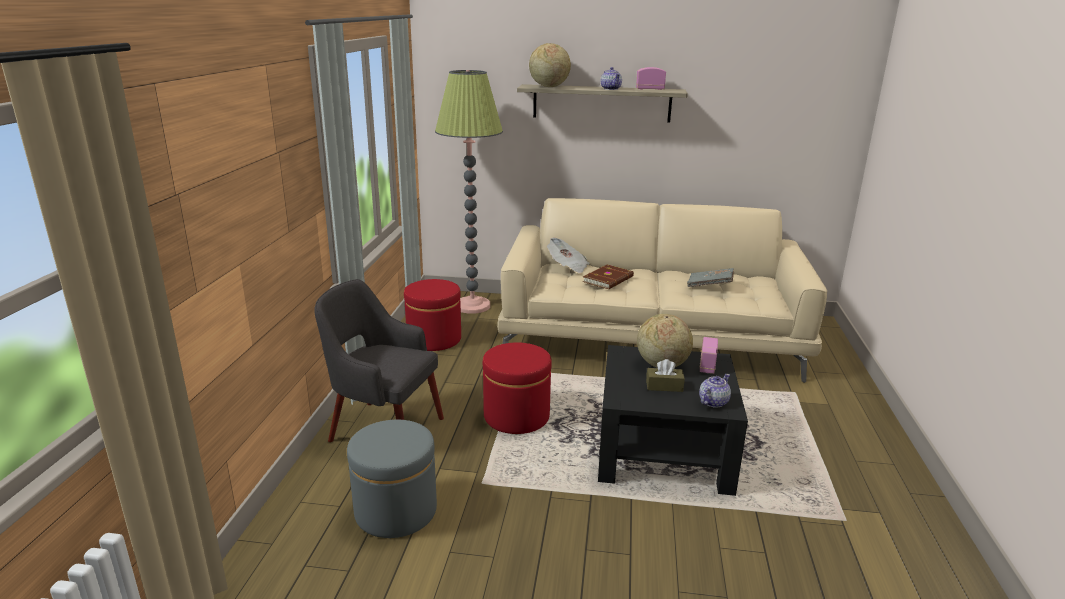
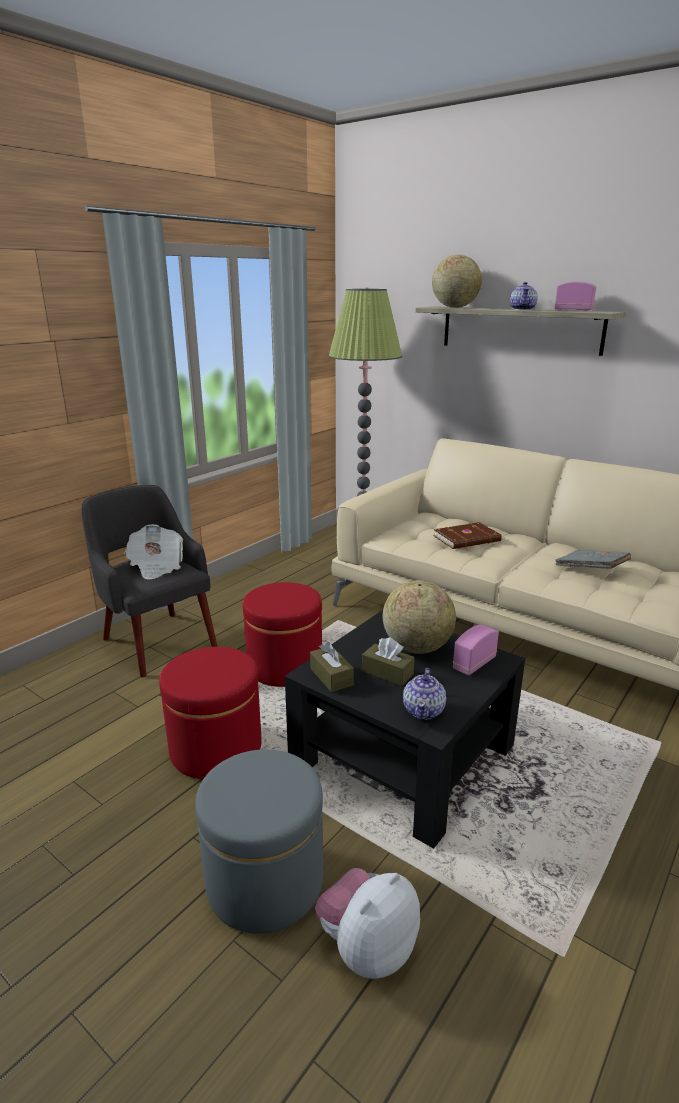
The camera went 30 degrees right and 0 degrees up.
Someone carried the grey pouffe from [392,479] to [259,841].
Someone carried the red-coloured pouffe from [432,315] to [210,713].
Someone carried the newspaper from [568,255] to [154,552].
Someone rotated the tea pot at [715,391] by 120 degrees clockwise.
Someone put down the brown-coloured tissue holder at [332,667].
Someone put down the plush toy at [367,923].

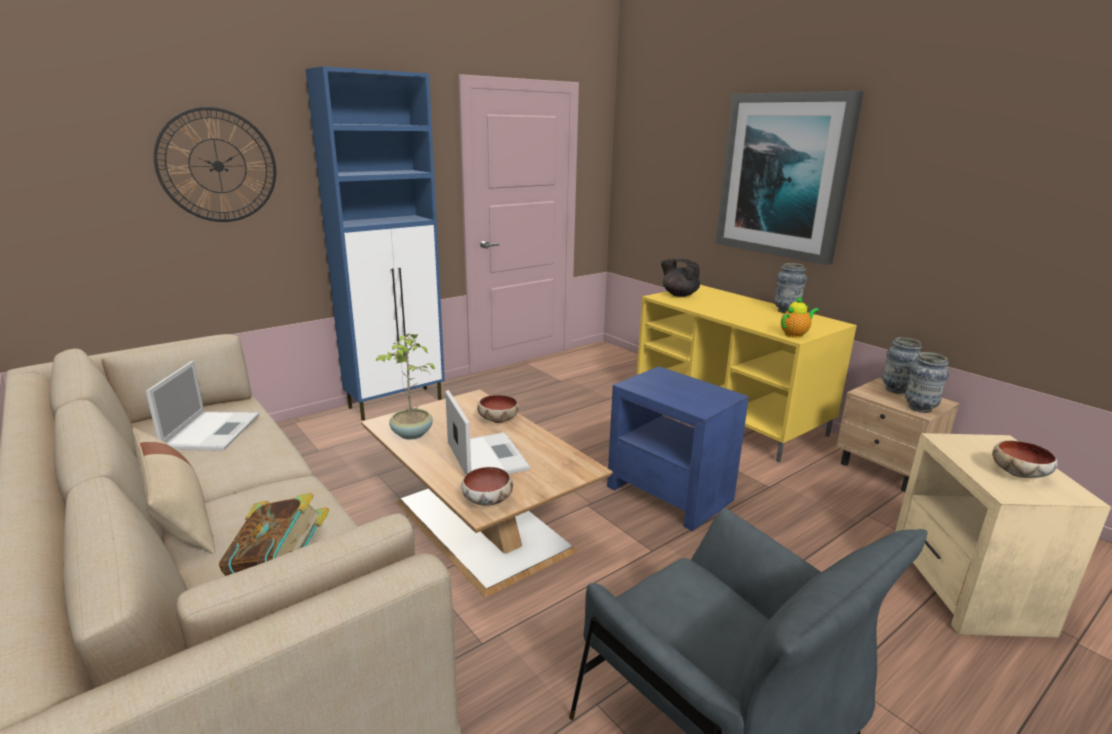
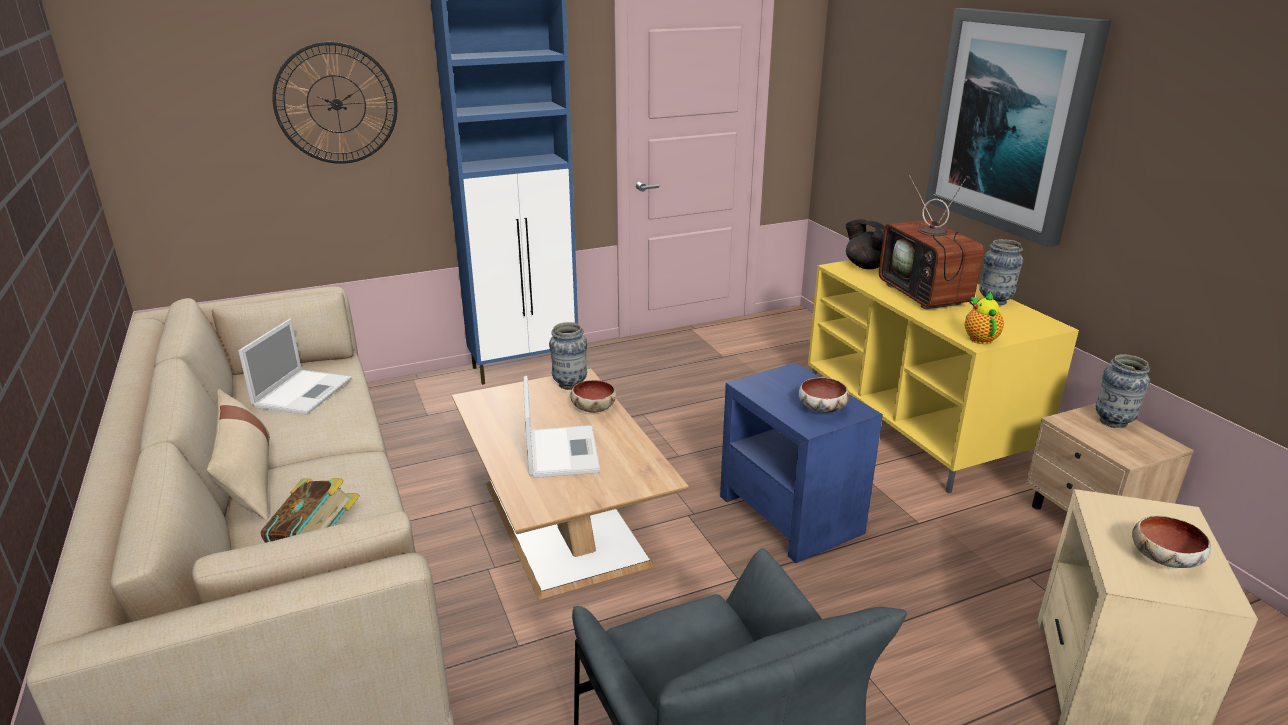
The camera went 15 degrees right and 5 degrees up.
Someone took away the houseplant at [405,386].
Someone carried the deep dish from [487,486] to [824,395].
Someone rotated the tea pot at [800,317] by 75 degrees counterclockwise.
Someone carried the decorative vase from [927,382] to [568,356].
Someone put down the TV at [931,246].

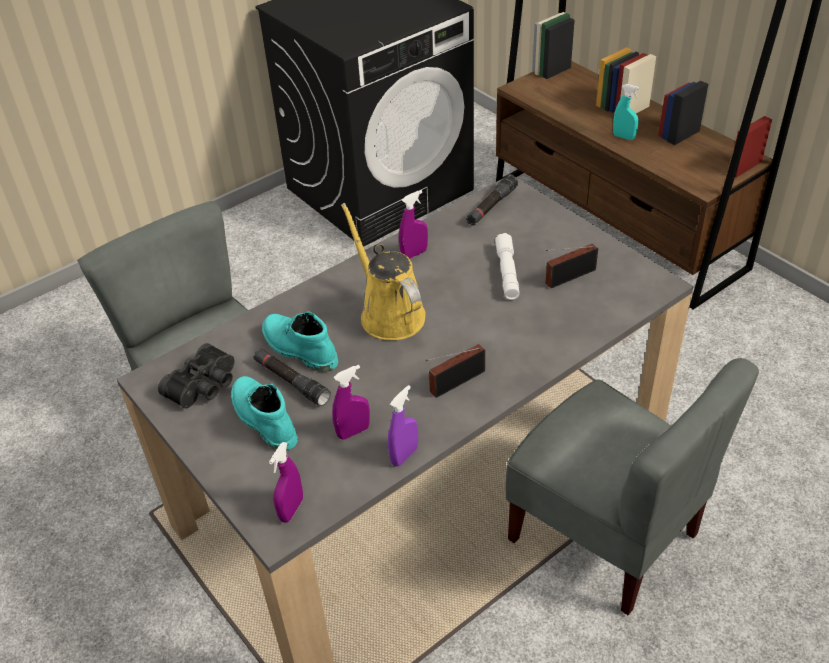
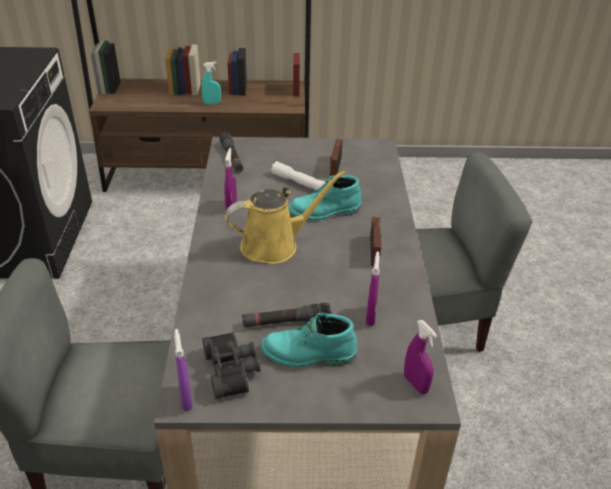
The camera went 55 degrees left and 5 degrees down.
Someone carried the blue-green high-top boot from [300,341] to [325,198].
Someone rotated the yellow sprinkling can at [383,271] by 150 degrees clockwise.
Someone carried the purple-coloured sprayer from [403,425] to [183,370].

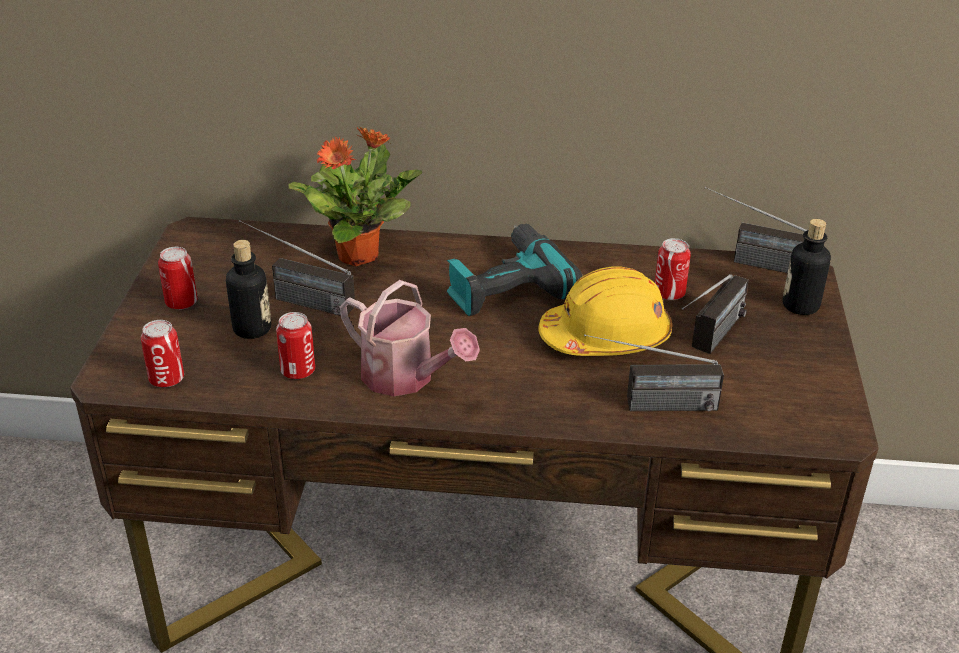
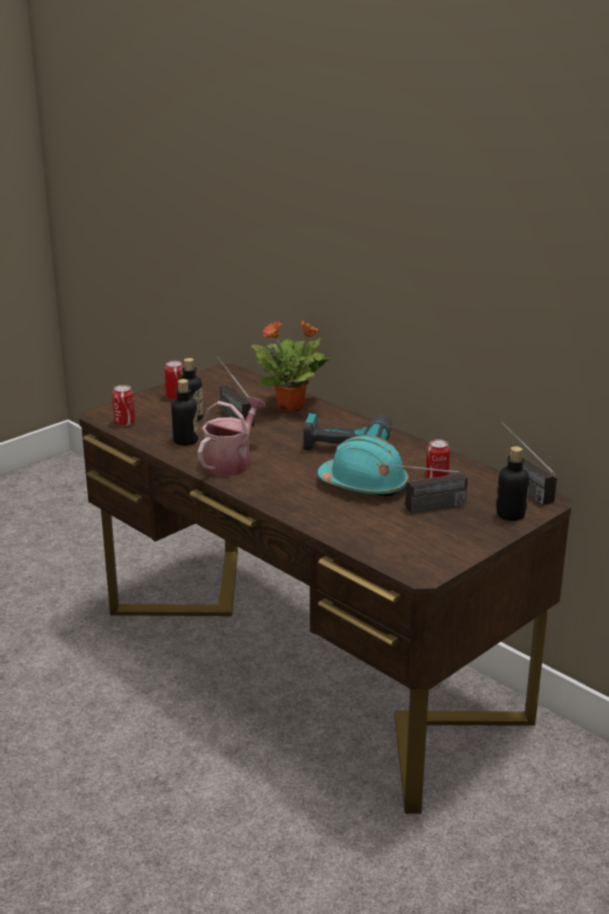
The camera went 40 degrees right and 10 degrees down.
Someone swapped the metal can at [295,345] for the bottle at [184,412].
Someone rotated the sprinkling can at [410,338] by 135 degrees counterclockwise.
Someone repainted the yellow work helmet at [605,311], which became the blue-green work helmet at [363,466].
Someone took away the radio receiver at [654,372].

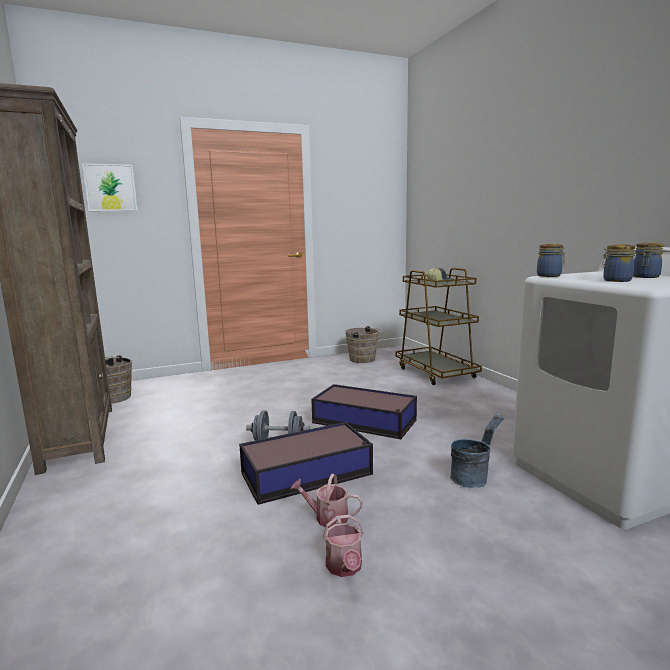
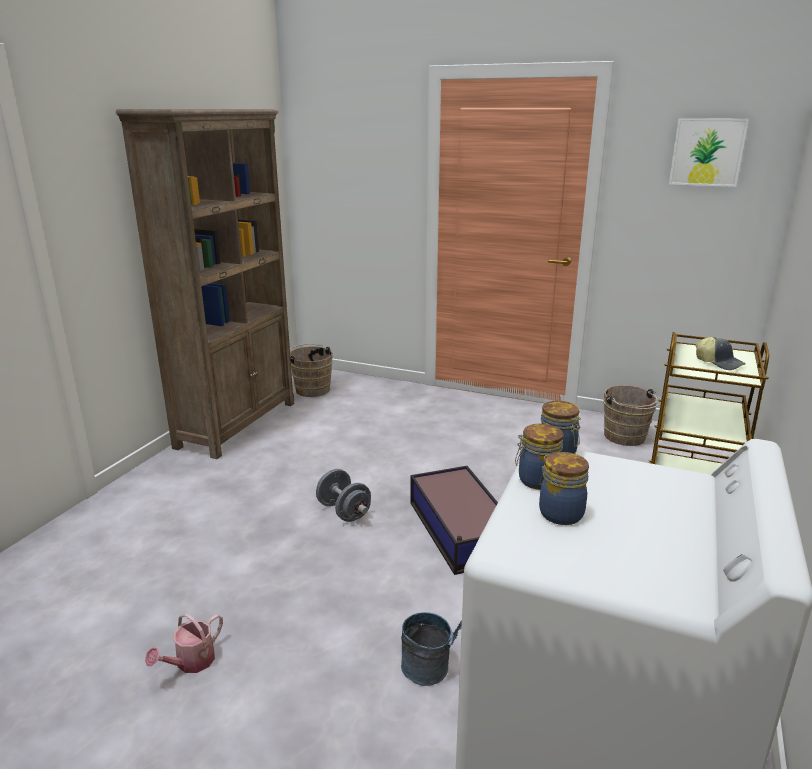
The camera went 45 degrees right and 10 degrees up.
Someone carried the wall art from [110,187] to [709,152].
Someone took away the storage container at [306,463].
Someone took away the sprinkling can at [326,501].
Someone carried the jar from [648,260] to [539,457].

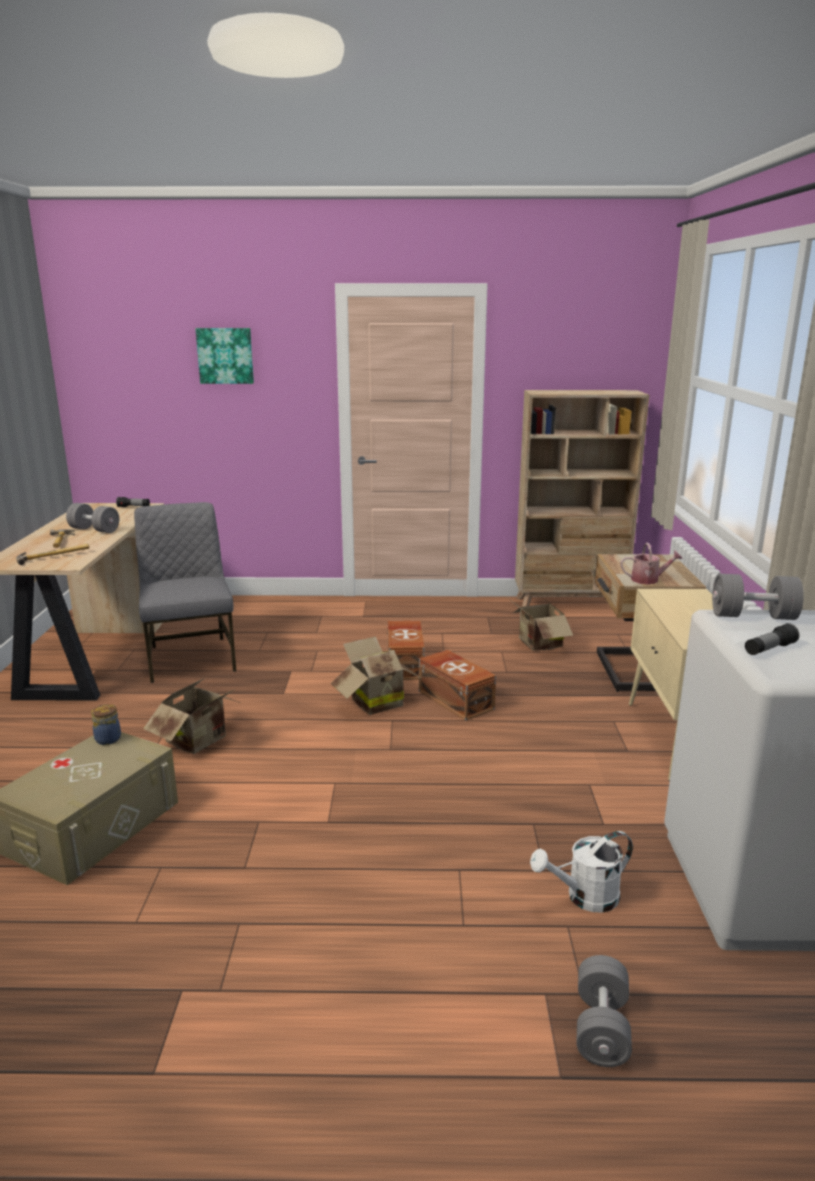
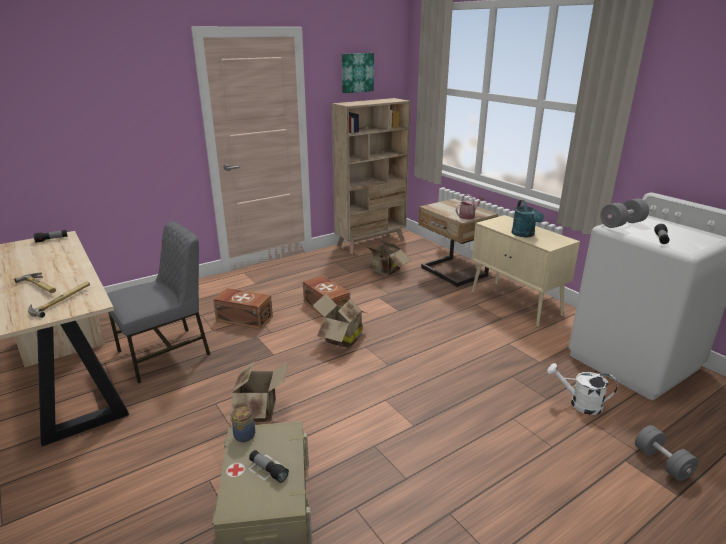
The camera went 35 degrees left and 5 degrees up.
Someone took away the grey dumbbell at [92,518].
Someone rotated the grey upright chair at [185,592] by 105 degrees clockwise.
Someone carried the wall art from [225,356] to [358,73].
Someone carried the brown-coloured storage container from [457,685] to [243,309].
Someone rotated the whitish sprinkling can at [581,871] by 75 degrees clockwise.
Someone put down the torch at [269,466].
Someone put down the blue-green sprinkling can at [528,218].

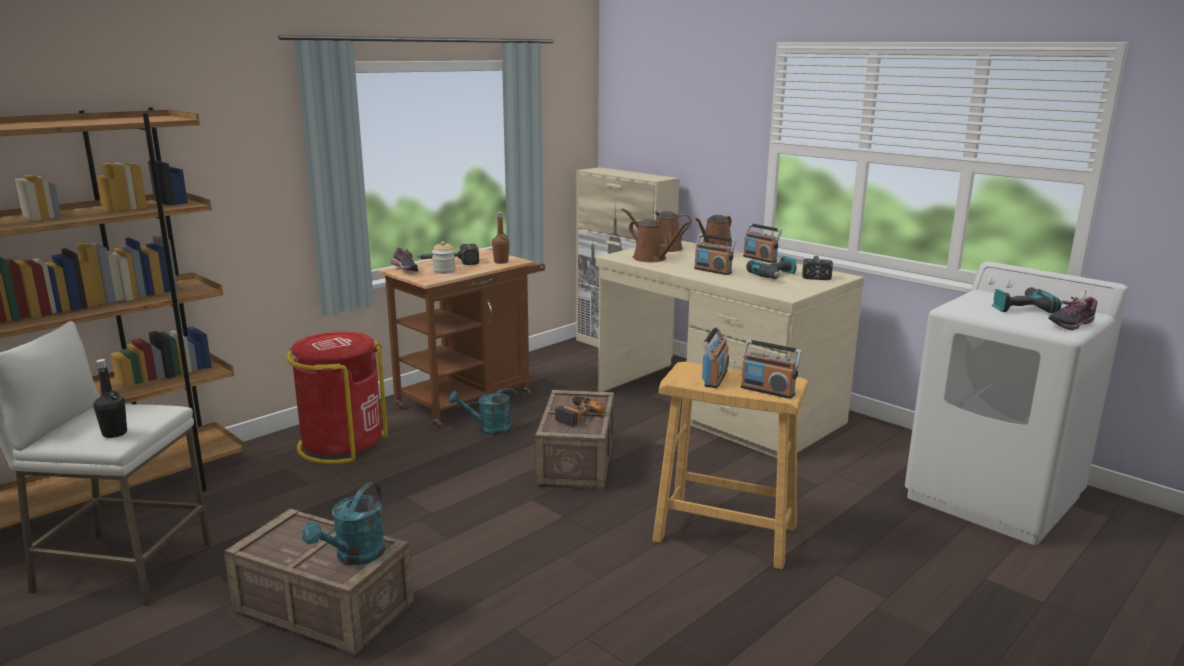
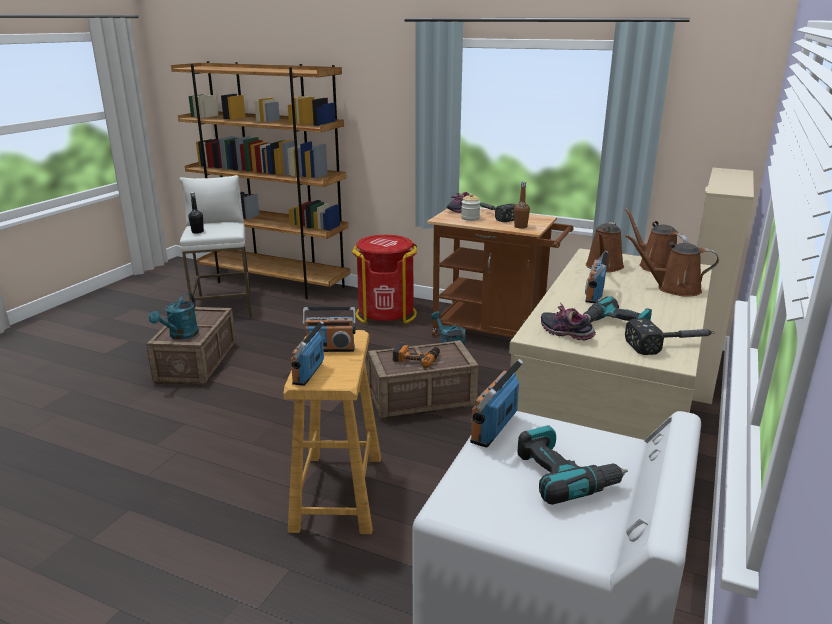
The camera went 70 degrees right and 5 degrees up.
Someone rotated the blue-green sprinkling can at [344,523] by 75 degrees counterclockwise.
Someone carried the radio receiver from [762,243] to [496,403].
Someone carried the item of footwear from [1073,313] to [568,321].

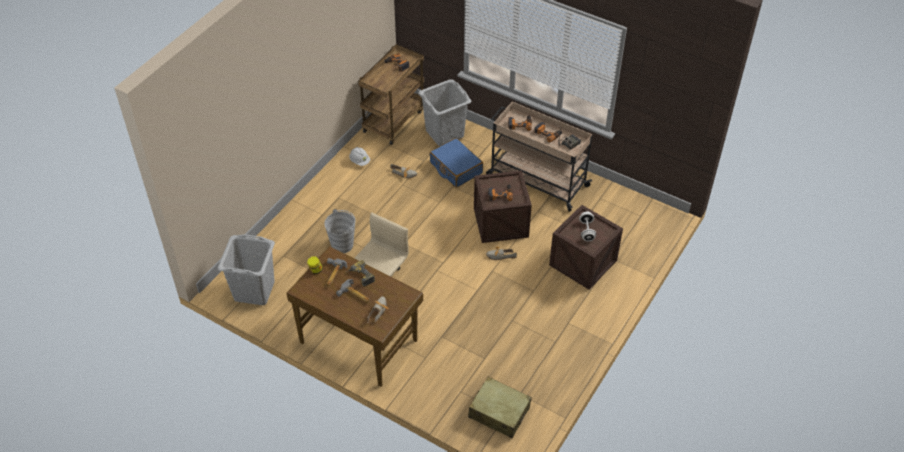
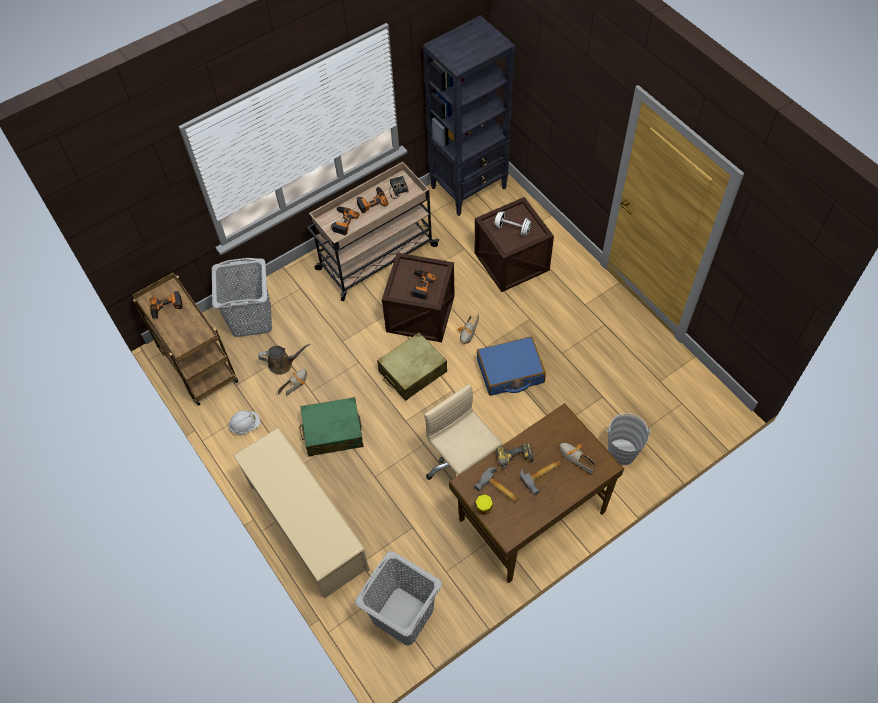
The camera went 65 degrees left and 10 degrees up.
Someone carried the grey pail from [339,231] to [628,439].
Someone carried the blue-coloured suitcase from [456,162] to [511,366].
Someone carried the sand-coloured suitcase from [500,407] to [412,366].
Someone put down the sand-coloured shoe stand at [301,512].
Someone put down the brown-coloured sprinkling can at [284,359].
Someone put down the green-coloured suitcase at [331,426].
Someone put down the blackish bookcase at [469,115].

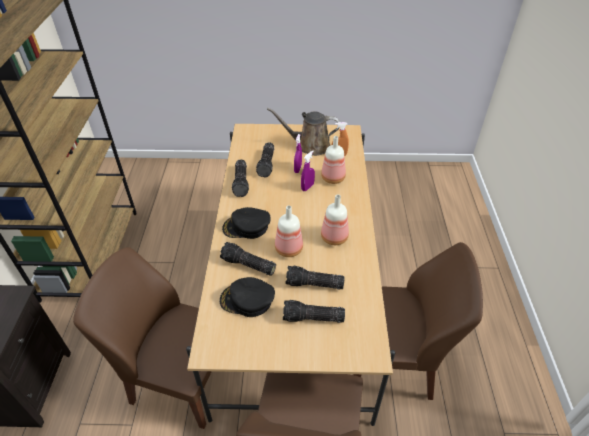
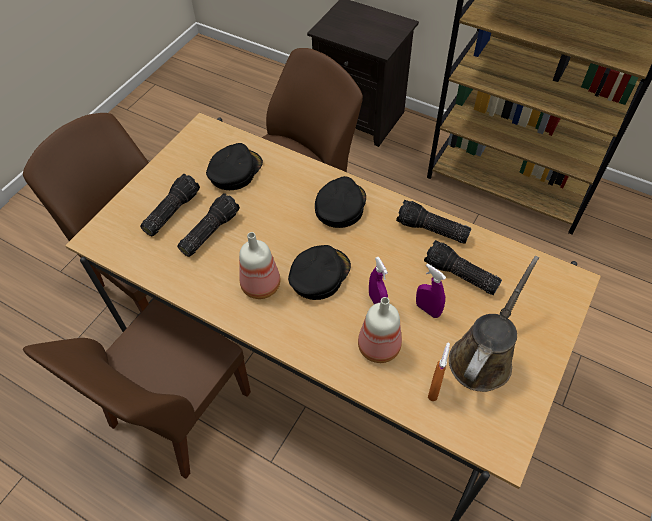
The camera went 120 degrees right and 10 degrees up.
Someone took away the torch at [248,259].
Someone took away the bottle at [289,231].
Someone put down the blackish baseball cap at [319,272].

